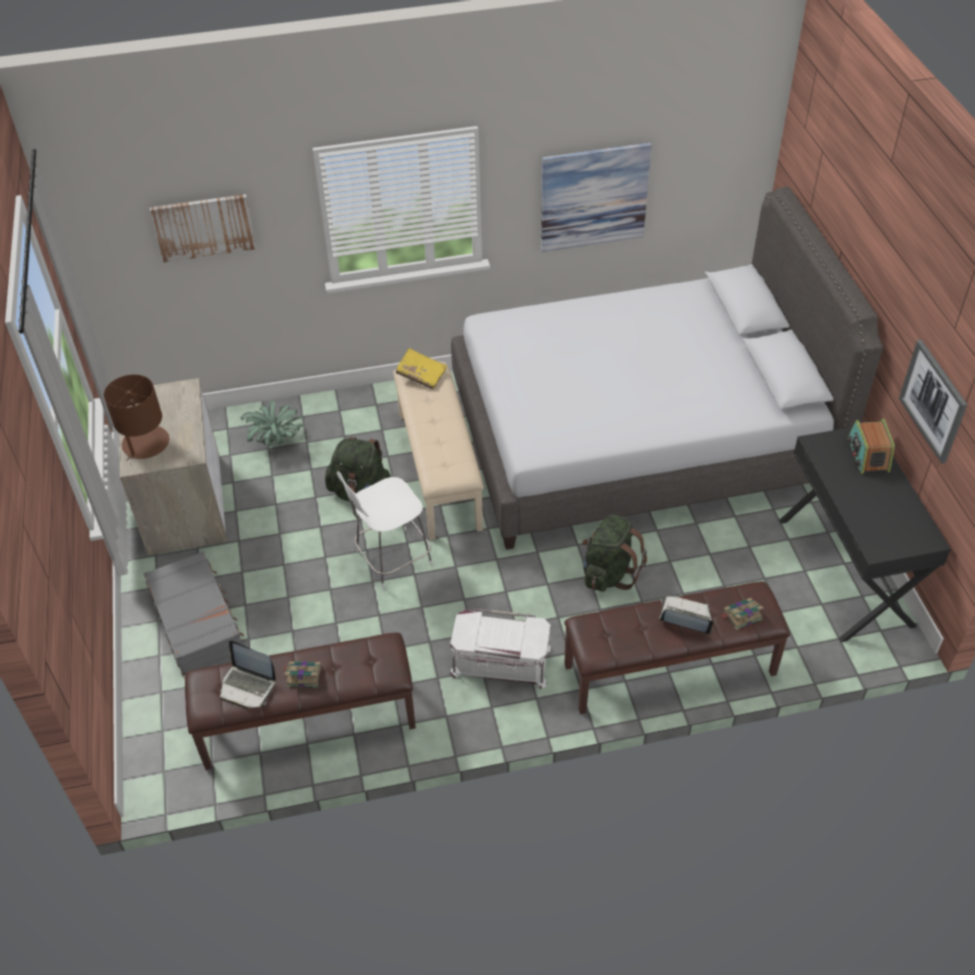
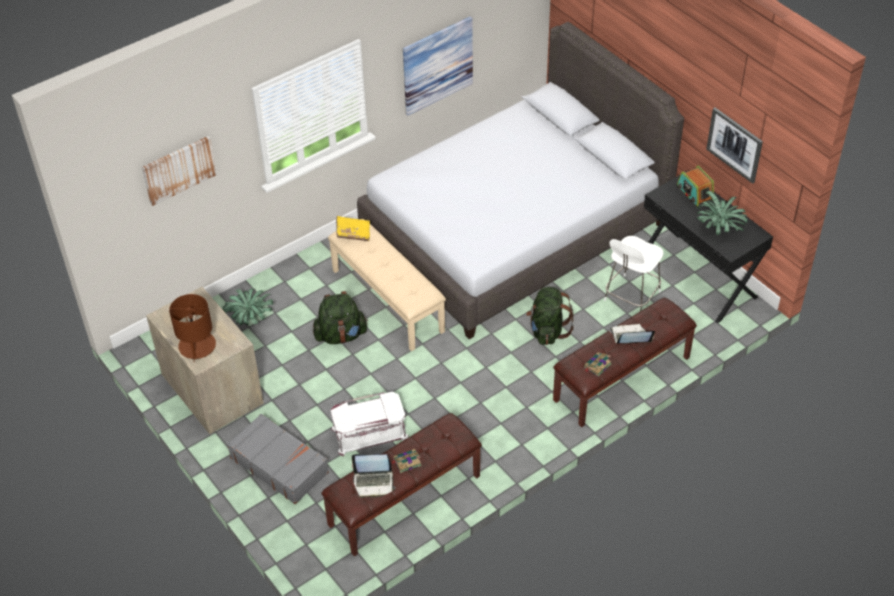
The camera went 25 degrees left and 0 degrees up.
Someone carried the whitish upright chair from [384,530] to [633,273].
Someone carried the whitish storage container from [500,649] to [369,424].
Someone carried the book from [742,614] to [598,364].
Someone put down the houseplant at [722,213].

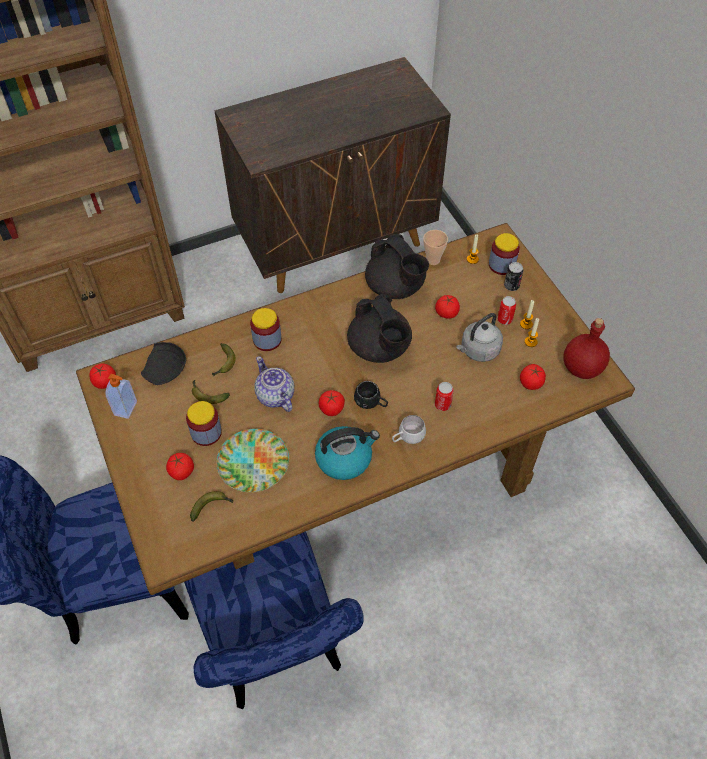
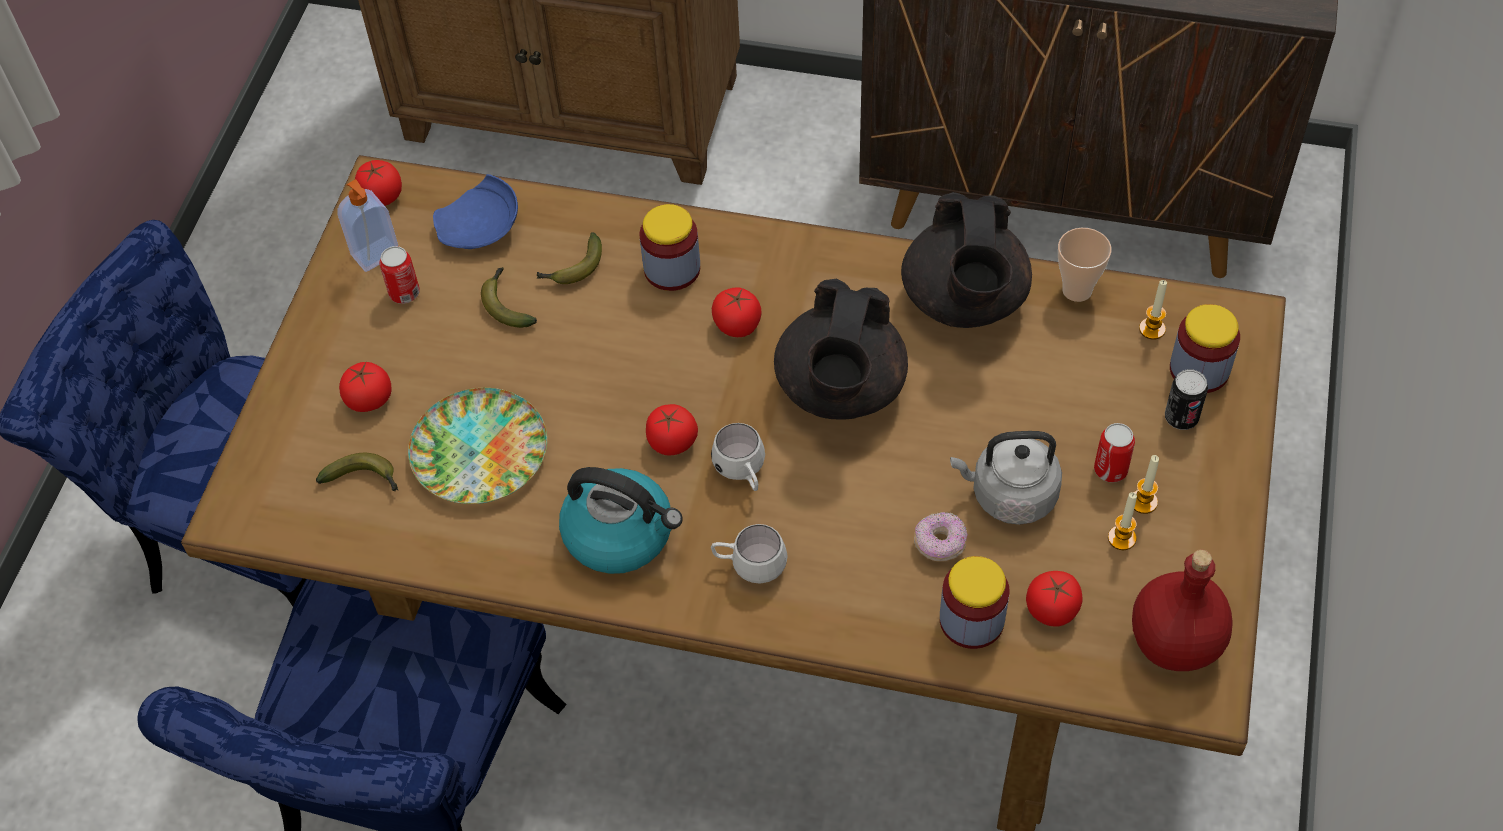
The camera went 40 degrees right and 0 degrees up.
Someone repainted the blackish plate at [163,363], which became the blue-coloured plate at [475,211].
Someone carried the jar from [204,423] to [975,602].
Someone took away the tea pot at [274,384].
Someone repainted the blackish coffee mug at [371,395], which became the whitish coffee mug at [738,457].
Someone carried the tomato from [447,307] to [737,312].
Someone carried the metal can from [444,396] to [399,275].
Someone put down the donut at [941,537].

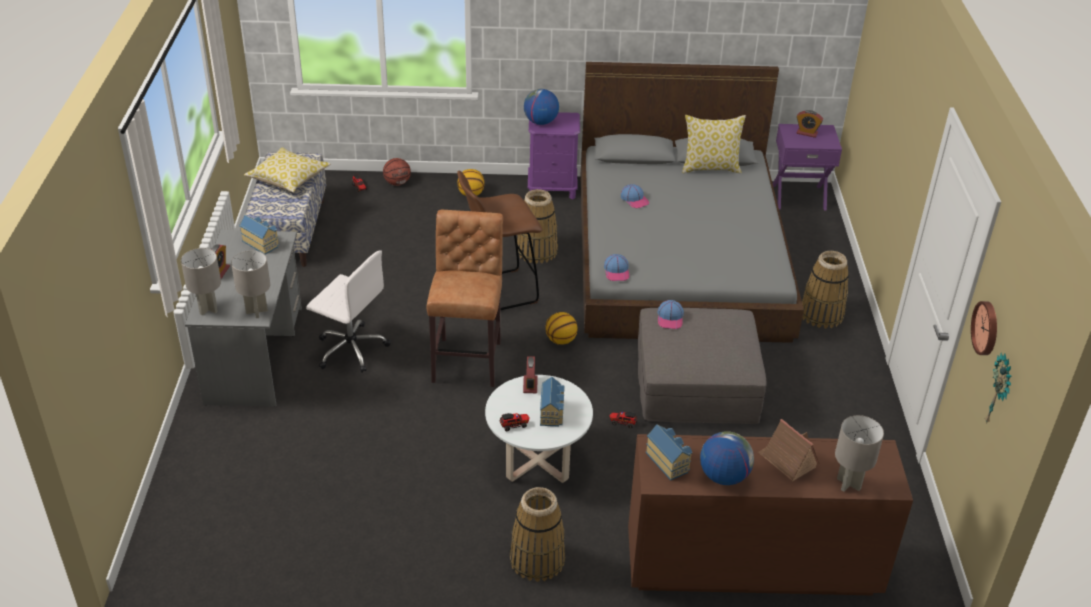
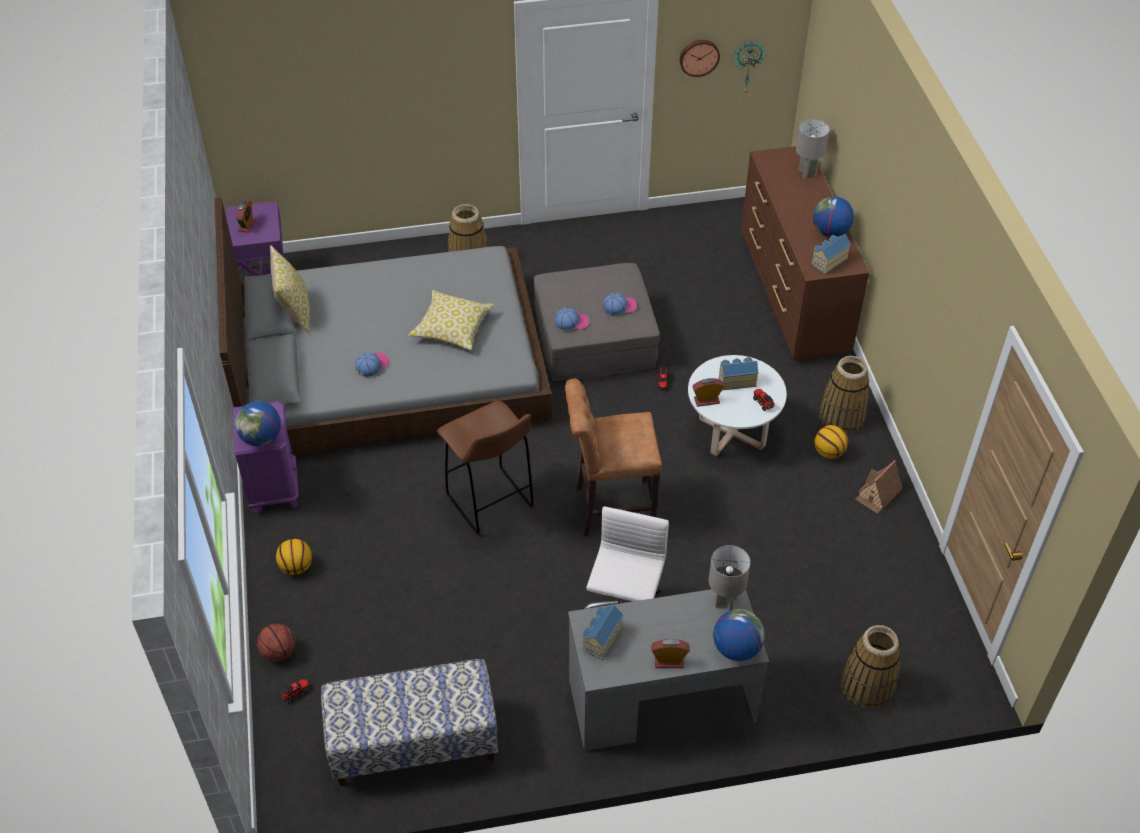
The camera went 100 degrees left and 10 degrees up.
Someone swapped the grey table lamp at [201,282] for the world globe at [739,635].
Someone carried the cushion from [287,169] to [451,320].
Someone carried the basket from [537,226] to [870,667].
Someone carried the basketball ball from [561,328] to [831,442].
Someone carried the baseball cap from [616,267] to [620,304].
Someone carried the model house from [789,450] to [879,486].

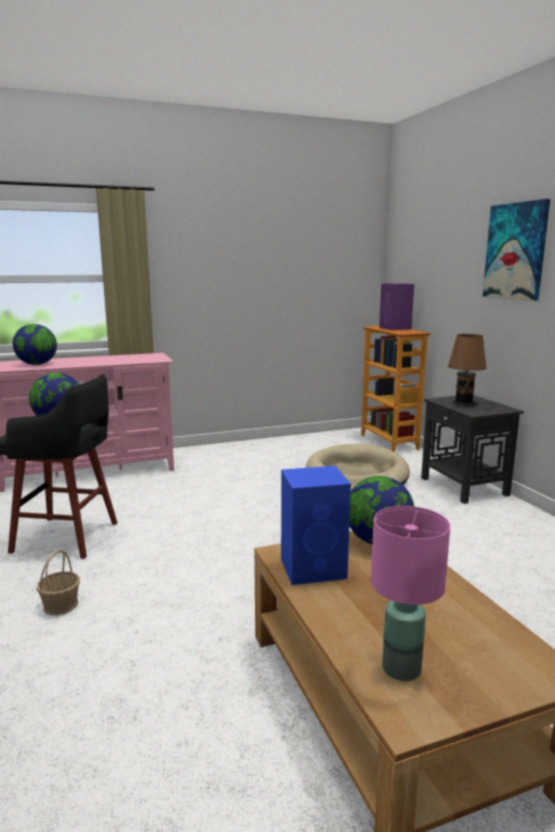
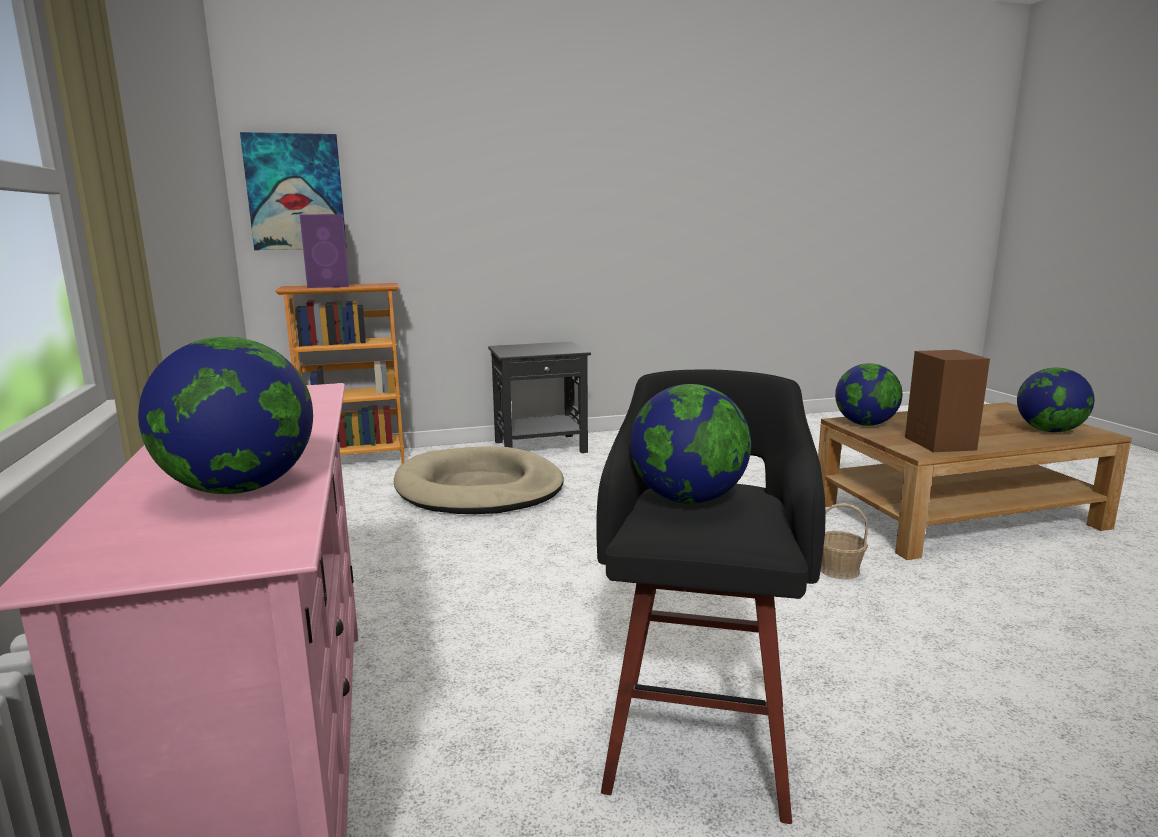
The camera went 85 degrees left and 0 degrees up.
Someone carried the basket from [58,582] to [844,541].
Someone repainted the blue-coloured loudspeaker at [316,525], which became the brown-coloured loudspeaker at [947,401].
Someone swapped the pinkish table lamp at [410,593] for the world globe at [1055,400].
Someone took away the brown-coloured table lamp at [472,372].
Someone carried the wall art from [516,250] to [293,191].

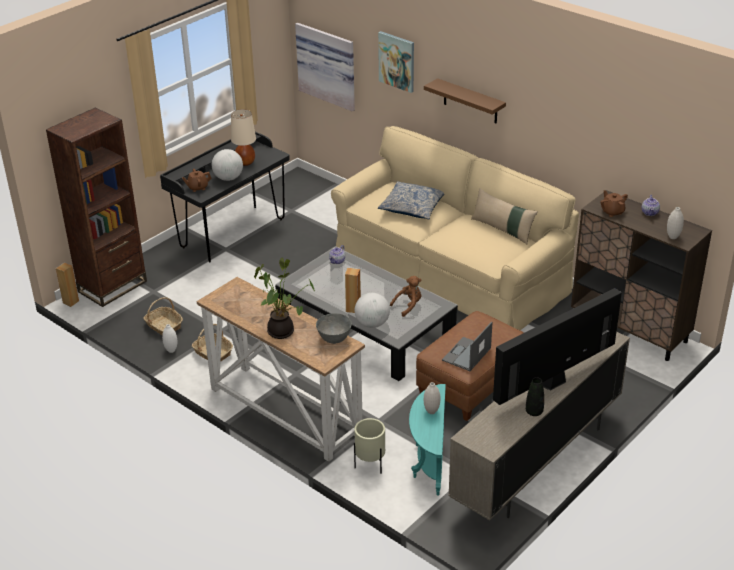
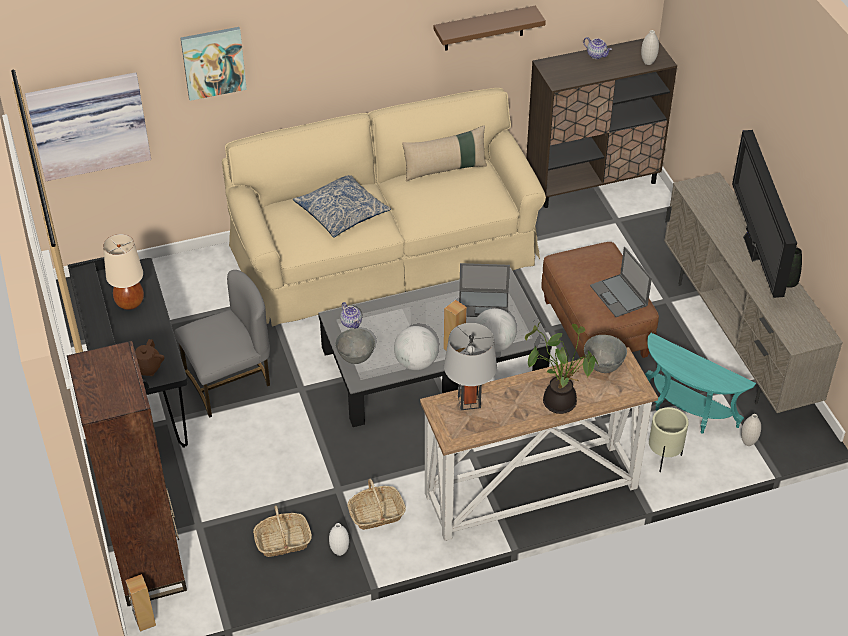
The camera went 60 degrees left and 10 degrees up.
Someone carried the world globe from [227,165] to [416,348].
Someone swapped the brown-coloured plush toy at [406,296] for the laptop at [484,290].
Someone carried the brown-coloured shelf from [465,100] to [490,28].
Someone carried the whitish decorative vase from [432,398] to [751,430].
Someone took away the brown-coloured tea pot at [614,203].
Someone put down the grey upright chair at [222,344].
Someone put down the grey deep dish at [355,346].
Someone put down the grey table lamp at [470,366].

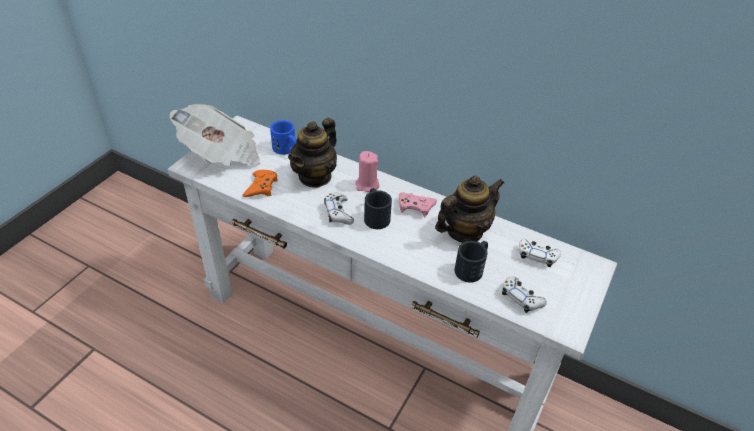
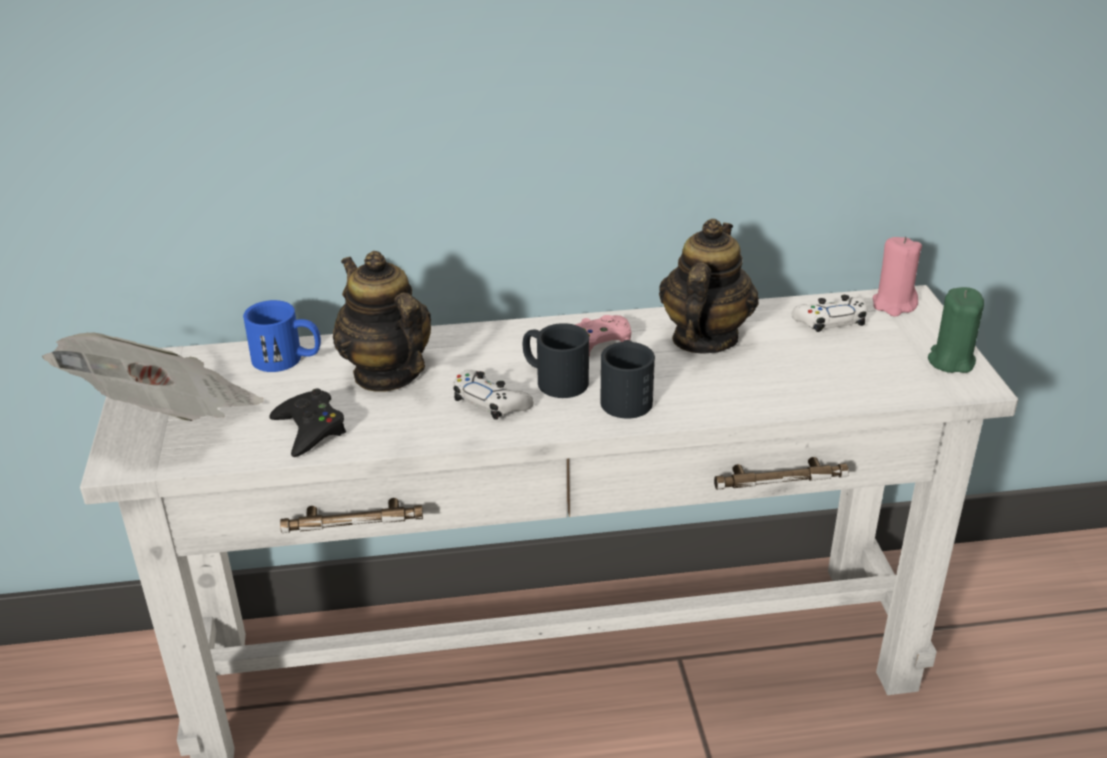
The camera went 35 degrees left and 10 degrees down.
Someone repainted the orange game controller at [260,183], which became the blackish game controller at [307,423].
Someone rotated the tea pot at [312,153] by 150 degrees clockwise.
Someone carried the pinkish wax light from [367,171] to [897,276].
Someone carried the blackish coffee mug from [471,262] to [627,379].
Someone took away the whitish game controller at [524,294].
Someone put down the green-coloured wax light at [956,330].

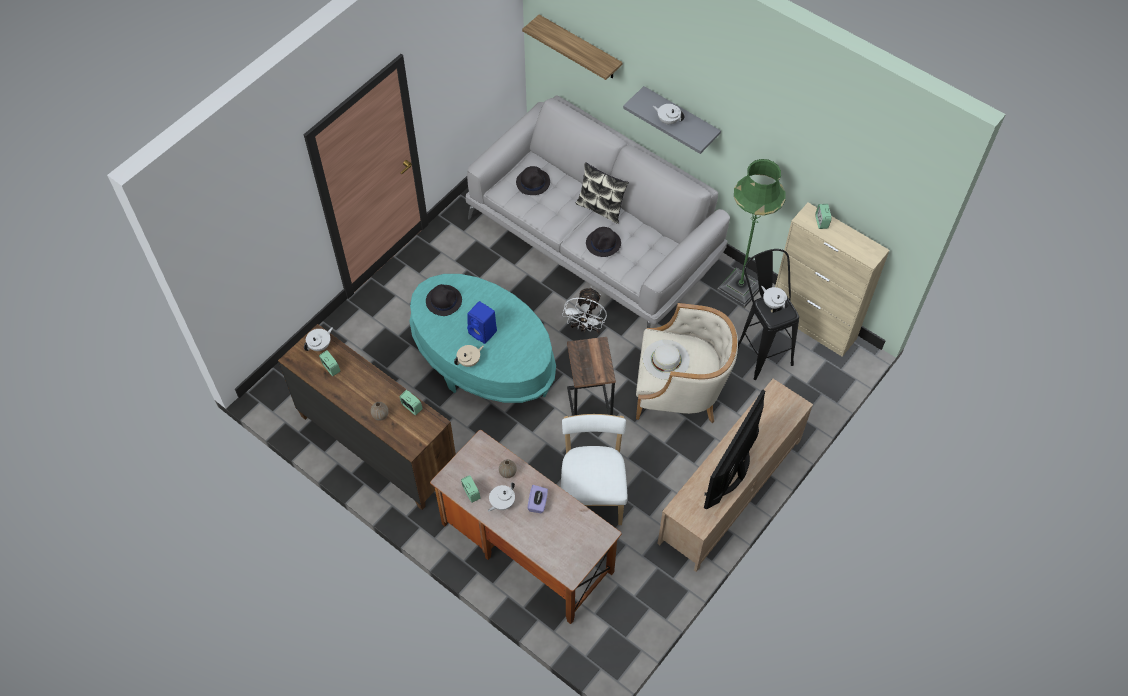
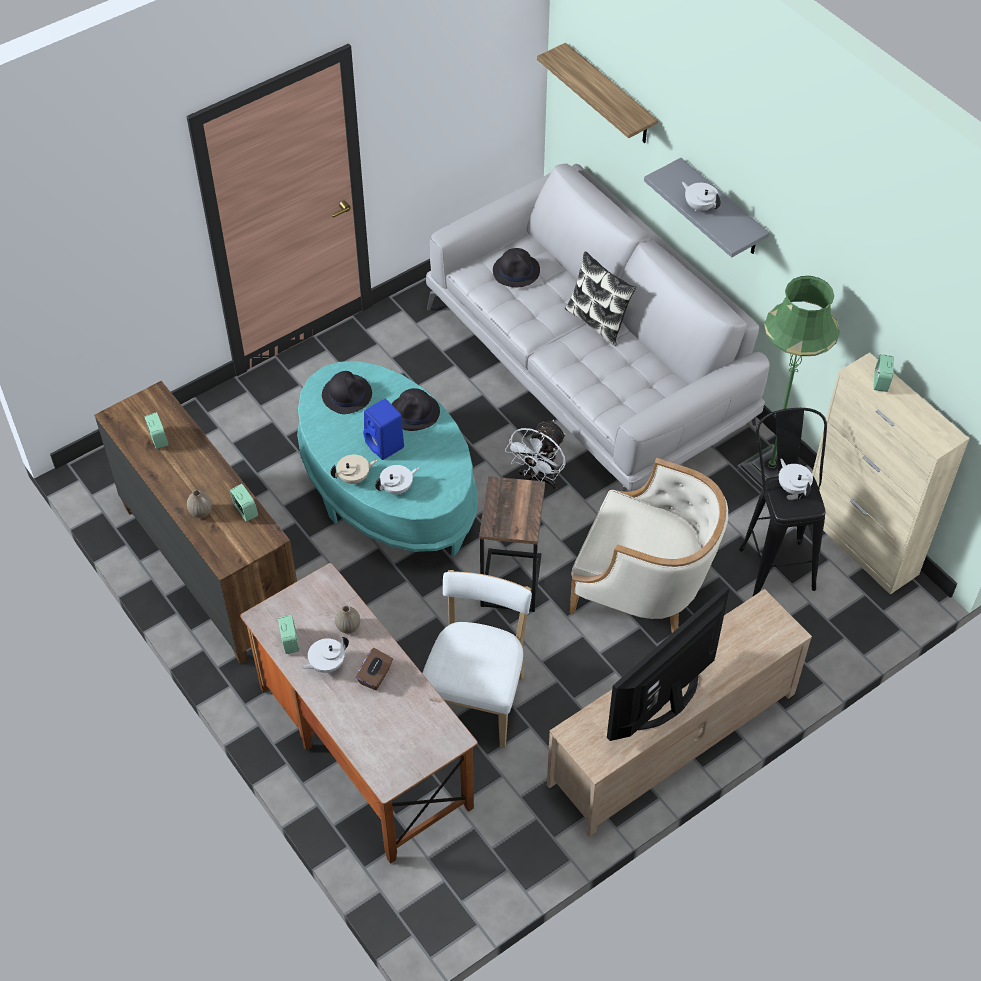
The camera went 15 degrees right and 5 degrees down.
Someone carried the whitish tea pot from [318,339] to [397,480].
Someone repainted the purple-coloured tissue holder at [537,499], which became the brown-coloured tissue holder at [374,669].
Someone carried the blackish hat from [603,242] to [416,409].
Someone took away the whitish hat at [666,360].

